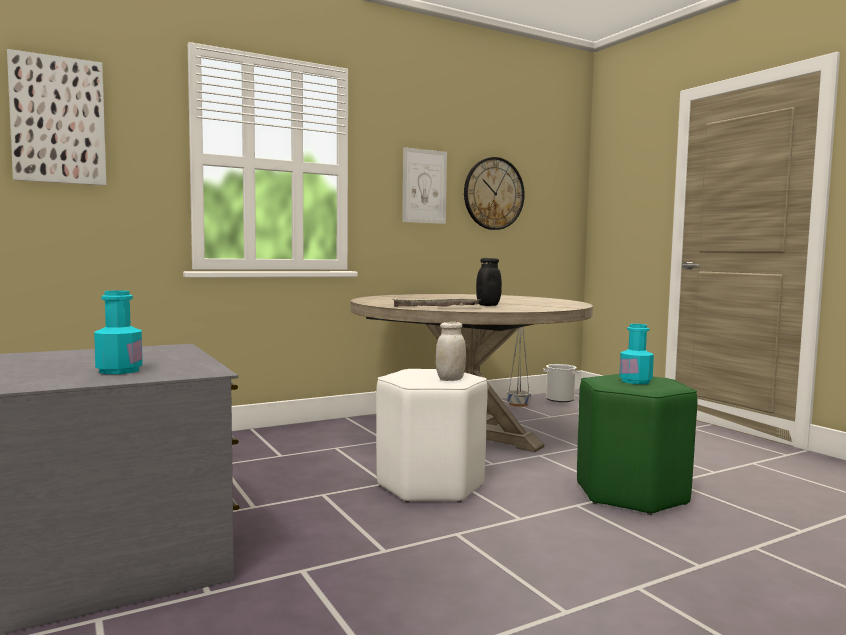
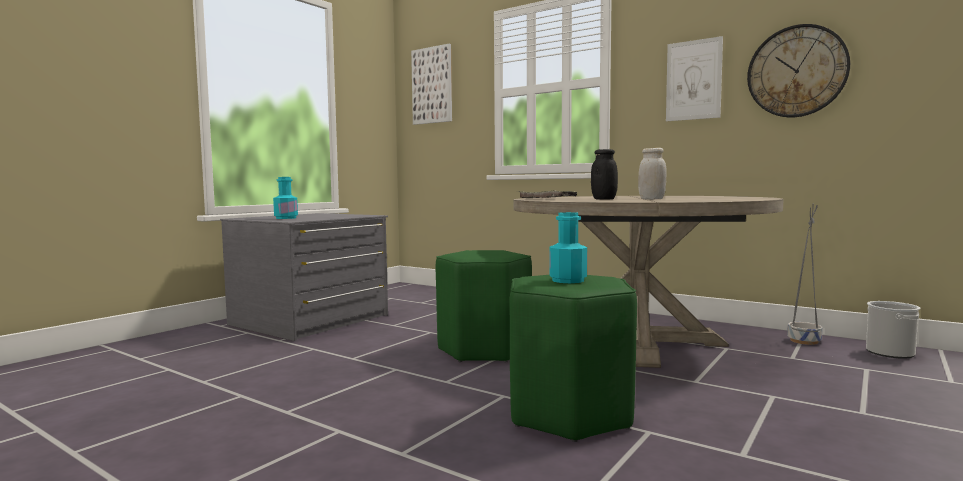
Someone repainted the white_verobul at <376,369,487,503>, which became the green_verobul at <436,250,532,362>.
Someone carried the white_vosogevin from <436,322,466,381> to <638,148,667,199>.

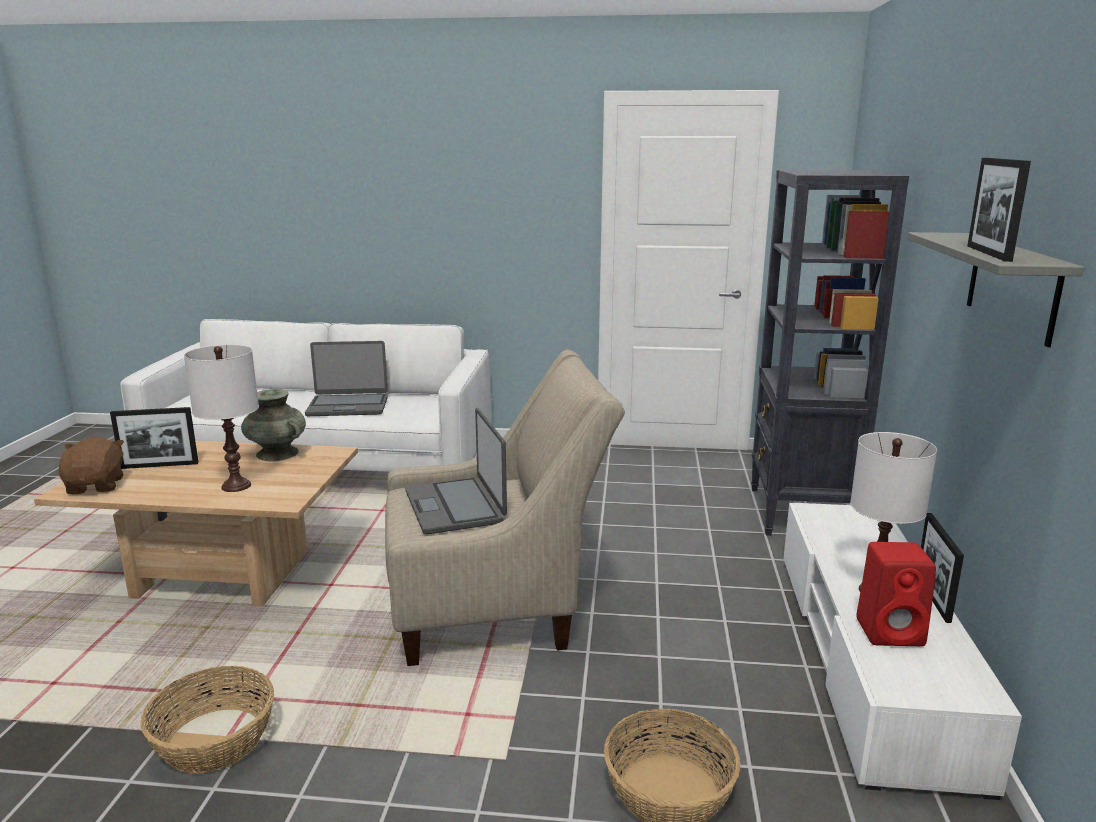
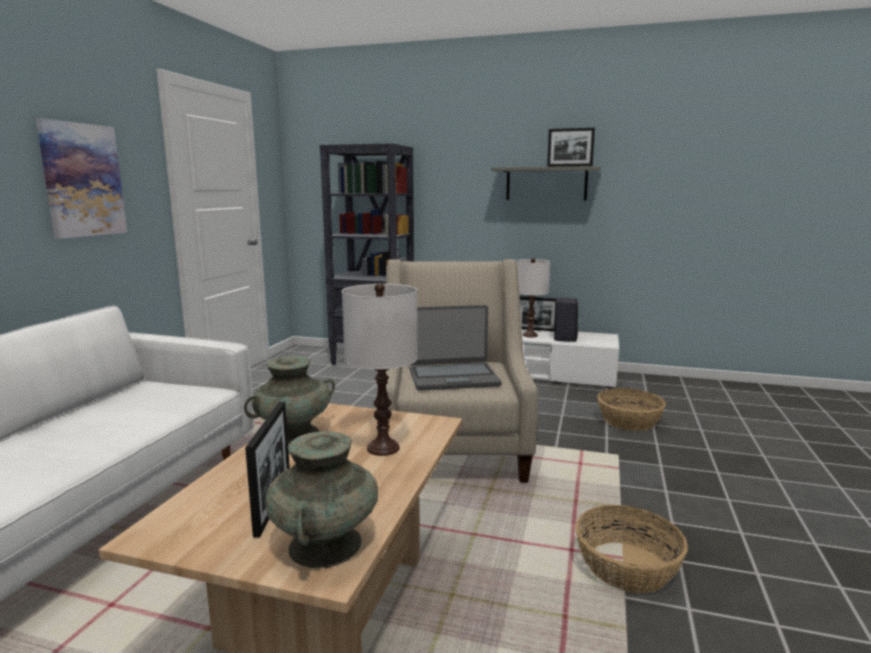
Someone put up the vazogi at <36,118,127,239>.
Someone swapped the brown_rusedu at <59,437,124,495> for the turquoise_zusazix at <265,431,378,568>.
Someone repainted the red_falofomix at <856,542,936,646>, which became the black_falofomix at <554,298,578,342>.
Someone took away the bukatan at <305,341,388,416>.

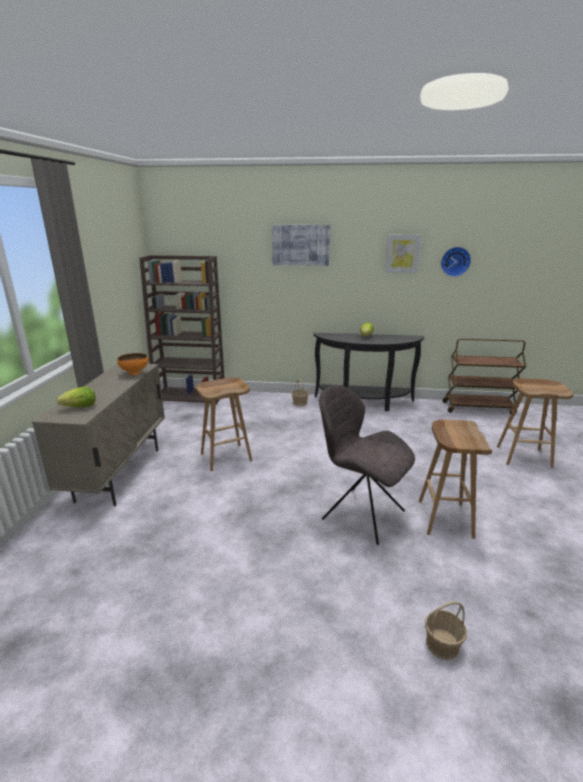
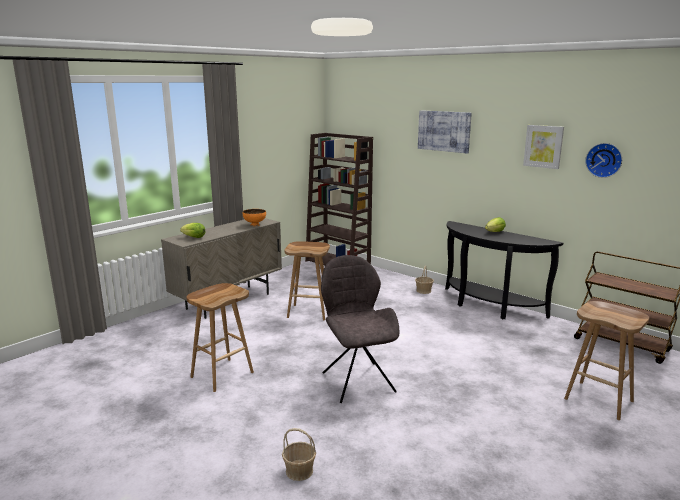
Someone carried the brown_verobul from <419,420,492,539> to <186,283,254,392>.

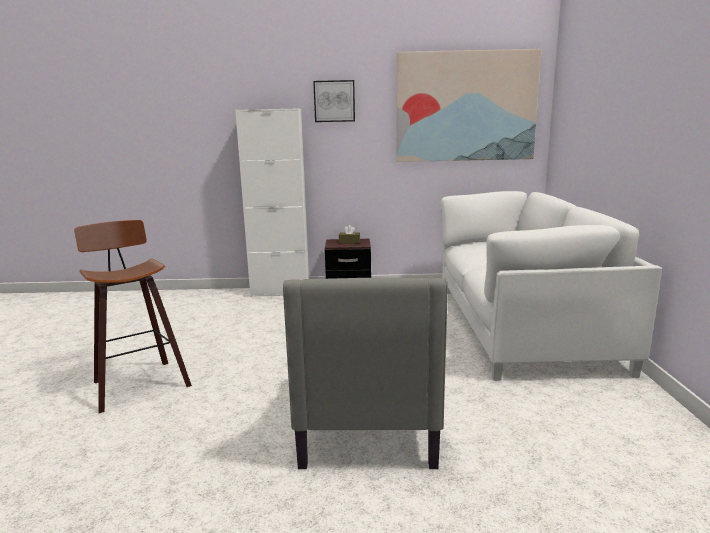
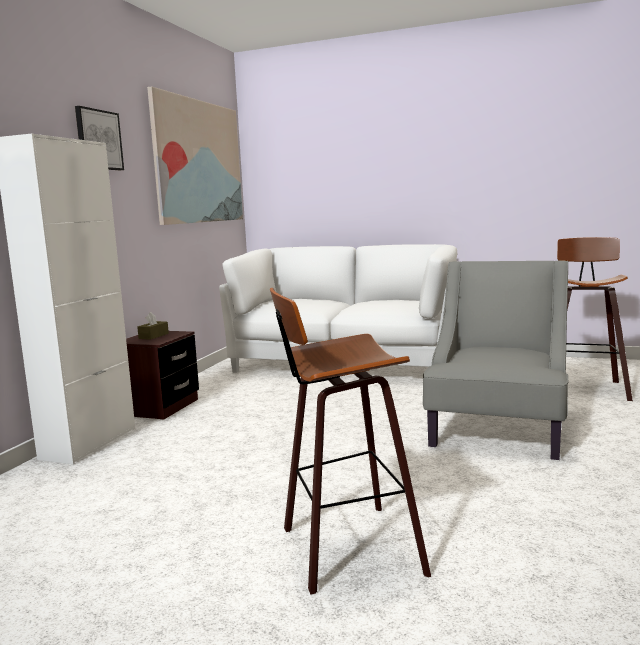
Someone rotated the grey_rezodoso at <283,278,448,469> by 90 degrees counterclockwise.
Someone put down the verobul at <557,237,633,401>.

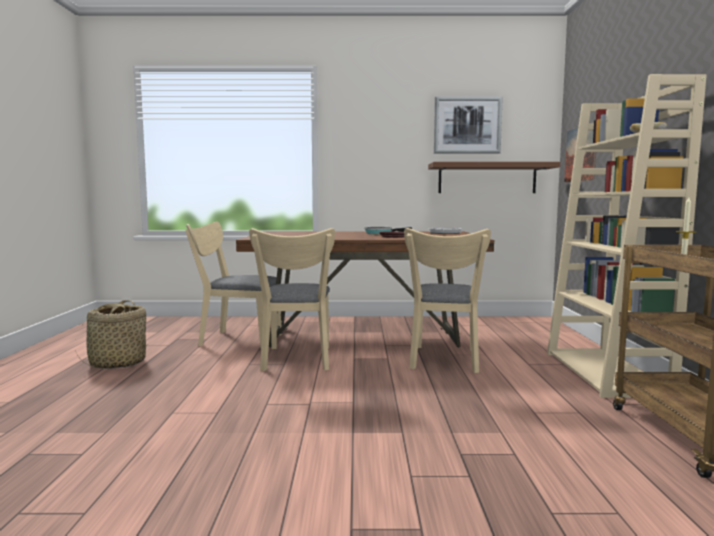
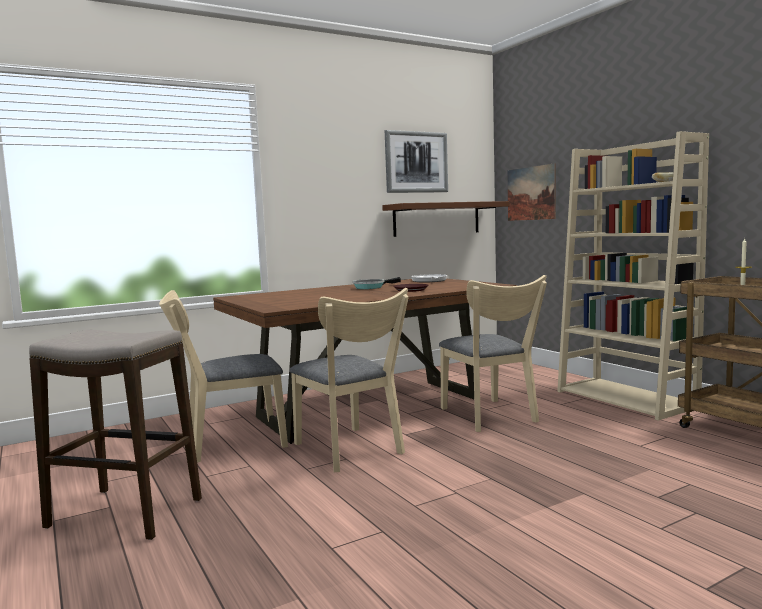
Someone swapped the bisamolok at <77,300,148,369> for the verobul at <29,330,202,540>.

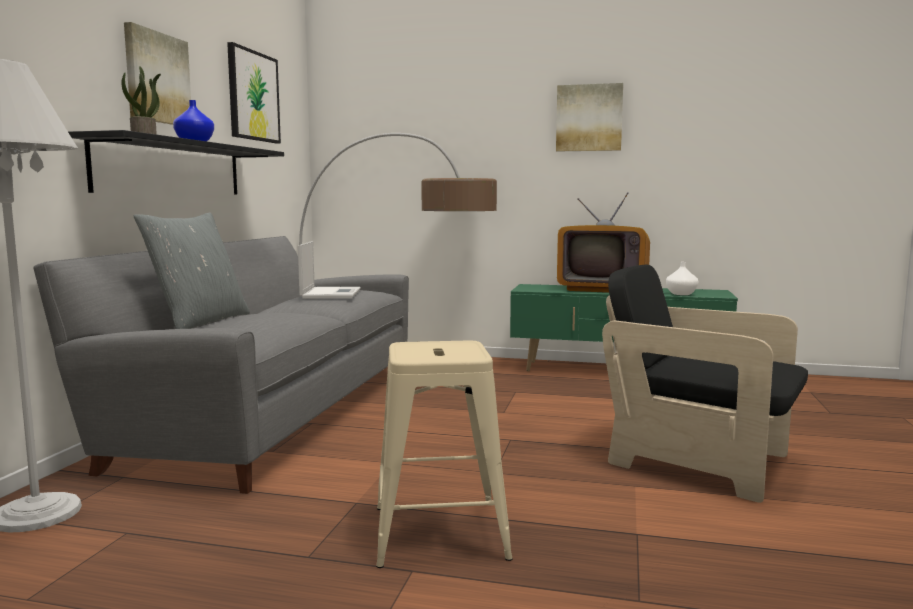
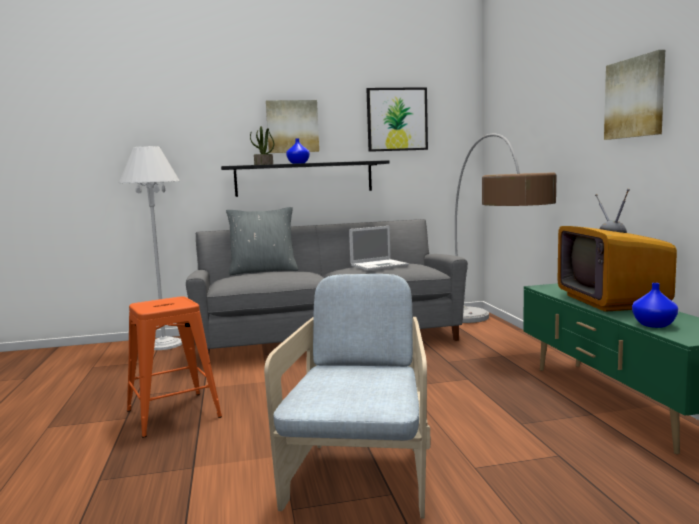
Someone repainted the beige_verobul at <376,341,513,568>, which became the orange_verobul at <127,296,222,438>.
Someone repainted the black_rezodoso at <602,265,808,503>, which became the beige_rezodoso at <264,274,431,519>.
Someone repainted the white_zusazix at <666,262,698,295>, which became the blue_zusazix at <632,283,678,328>.

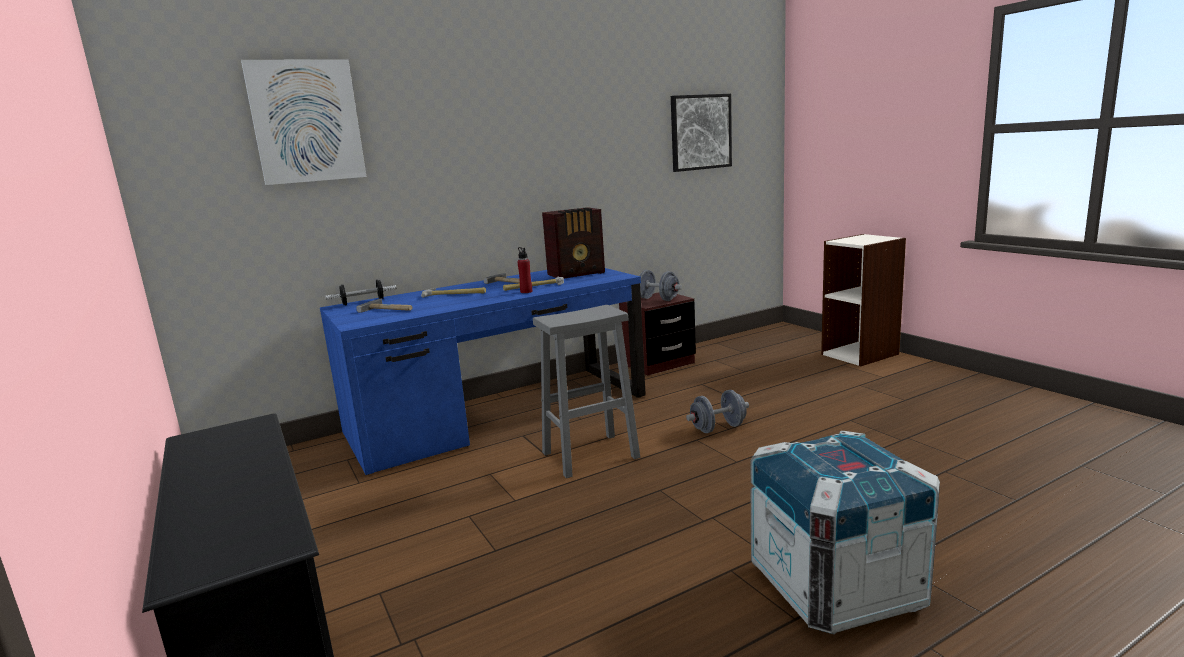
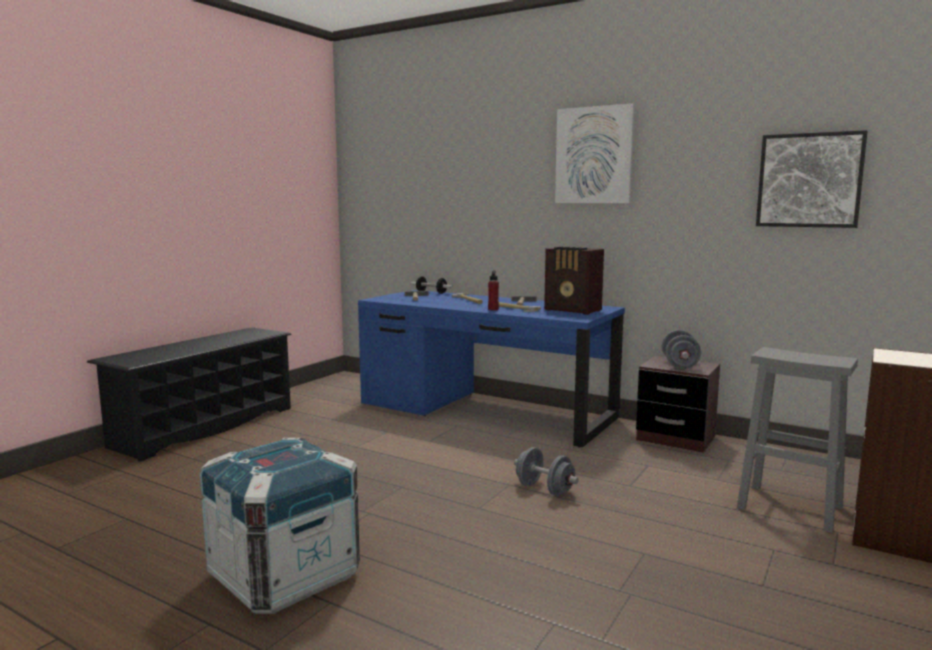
Someone carried the vazogi from <241,59,366,185> to <555,103,635,203>.
Someone carried the grey_verobul from <533,305,640,478> to <737,347,858,533>.

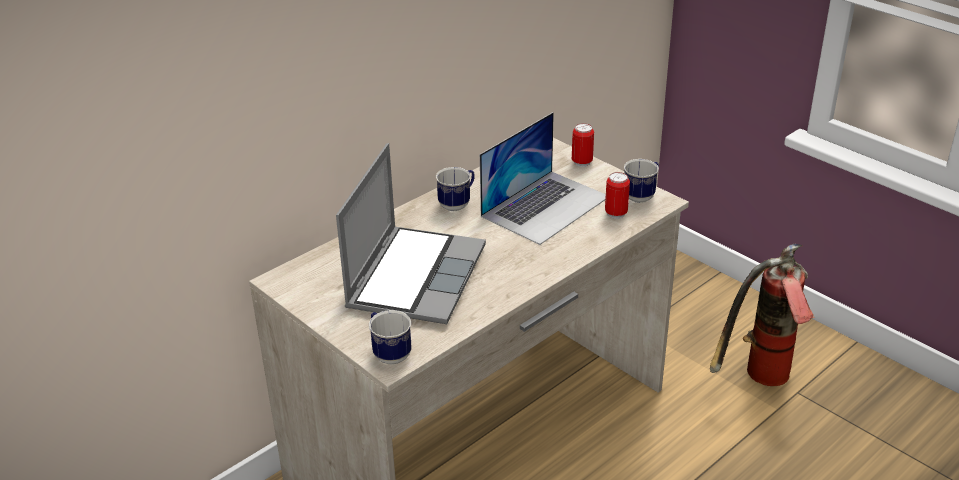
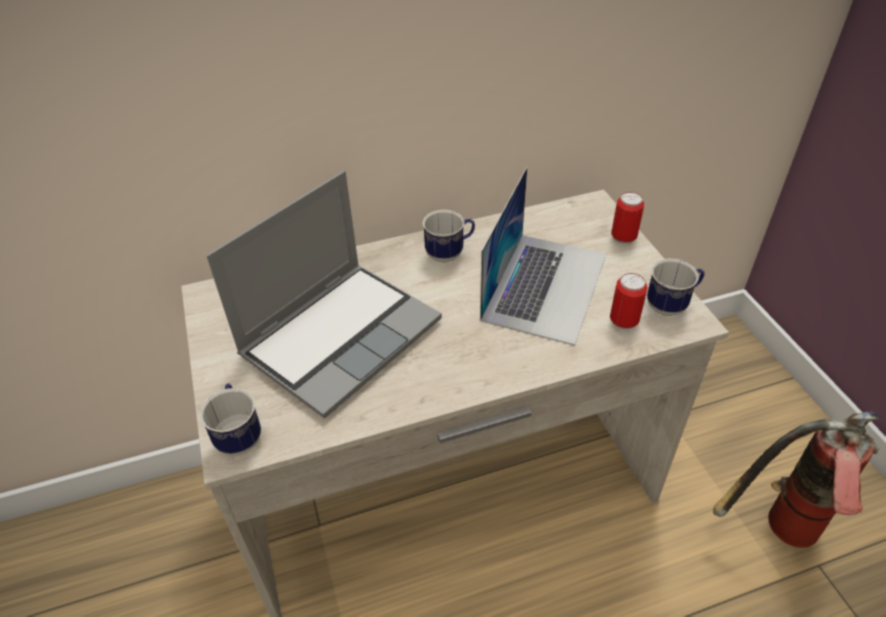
Someone rotated the bukatan at <480,112,606,245> by 45 degrees counterclockwise.

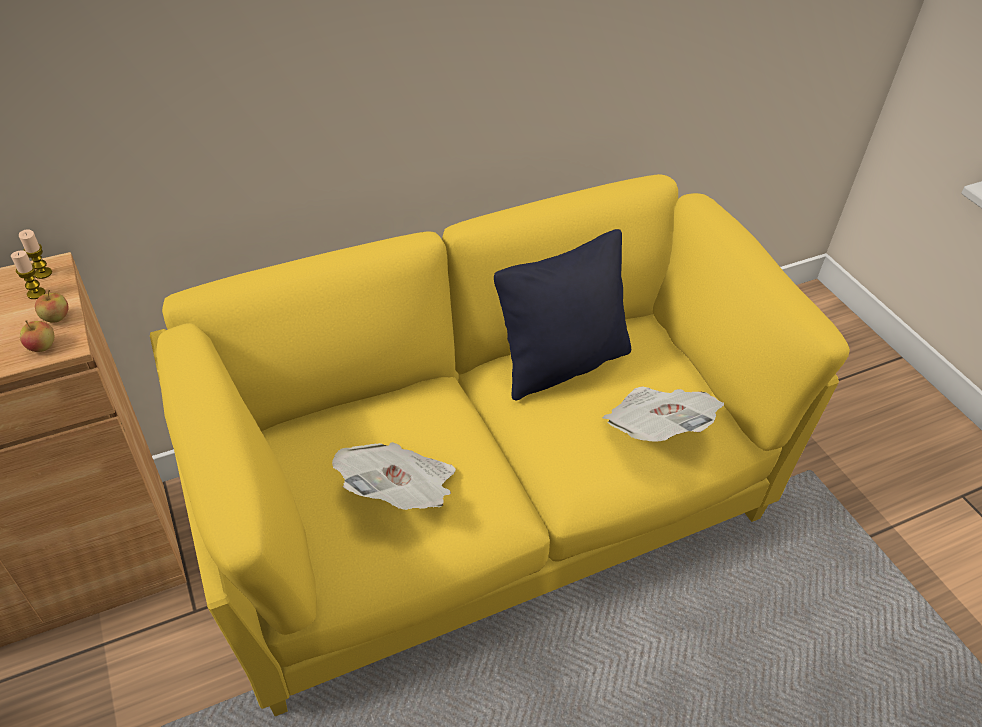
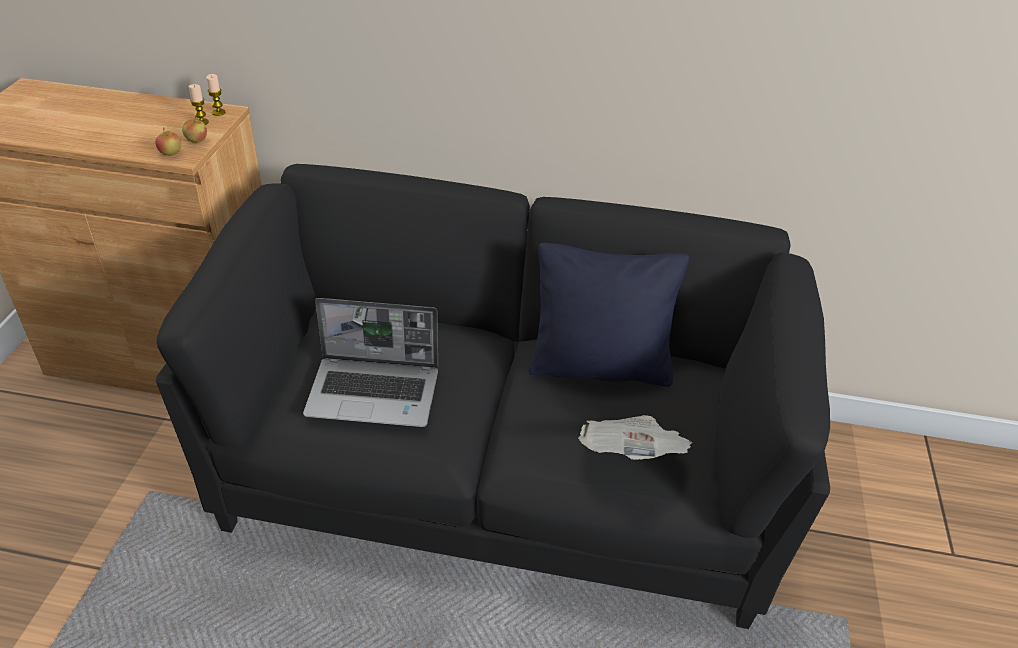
Someone repainted the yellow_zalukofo at <150,174,850,716>, which became the black_zalukofo at <156,164,830,629>.
Someone swapped the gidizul at <332,442,456,510> for the bukatan at <303,298,438,427>.

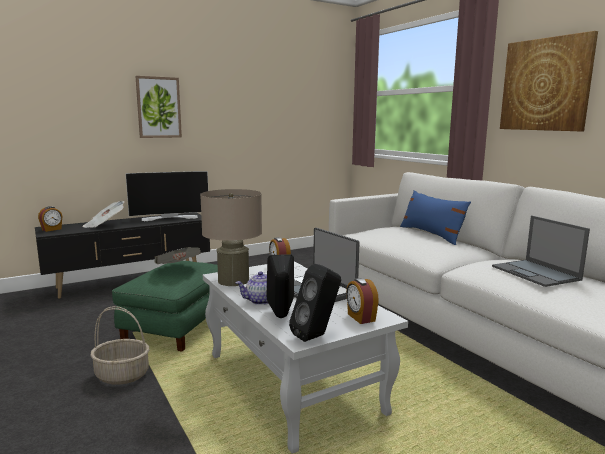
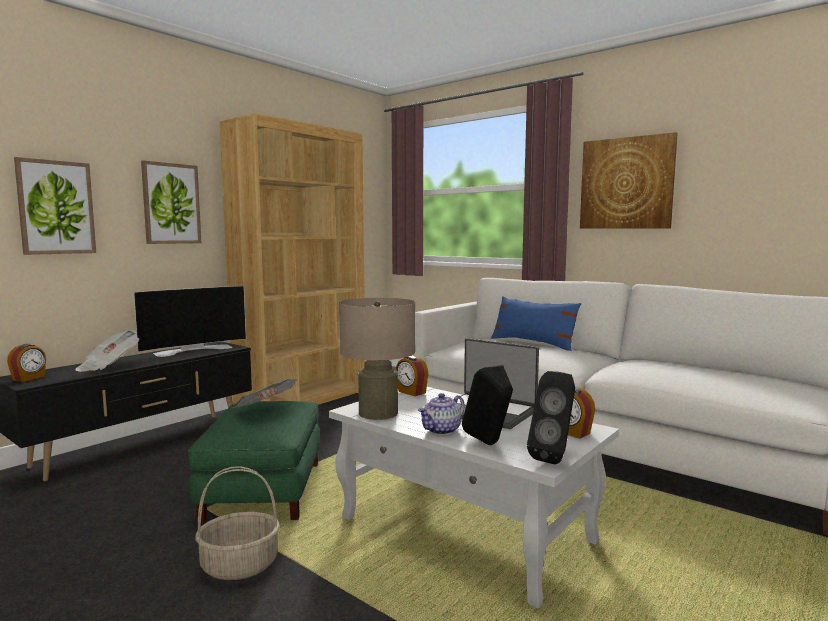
Someone put up the vazogi at <14,157,96,255>.
Someone put down the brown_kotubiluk at <220,113,365,405>.
Someone took away the bukatan at <492,216,590,287>.

